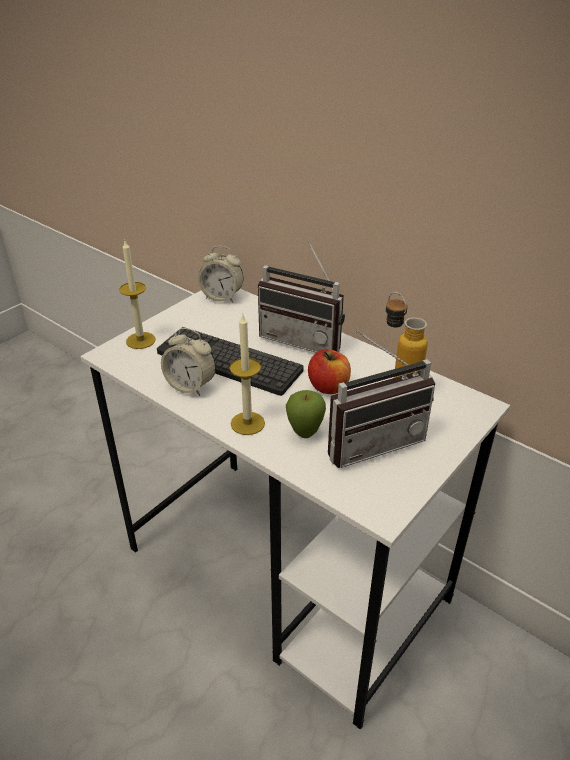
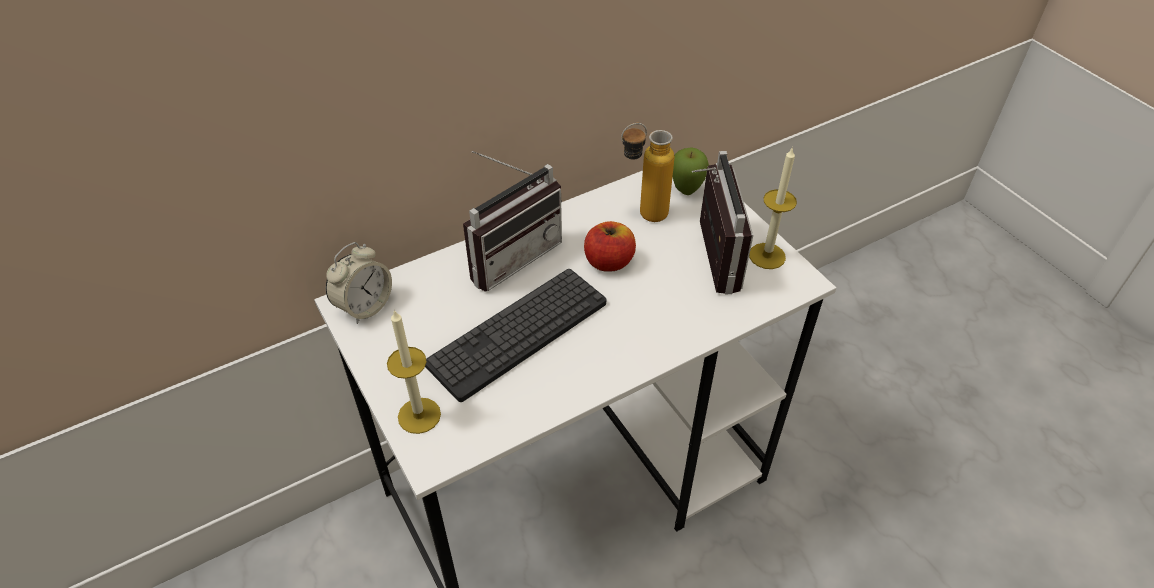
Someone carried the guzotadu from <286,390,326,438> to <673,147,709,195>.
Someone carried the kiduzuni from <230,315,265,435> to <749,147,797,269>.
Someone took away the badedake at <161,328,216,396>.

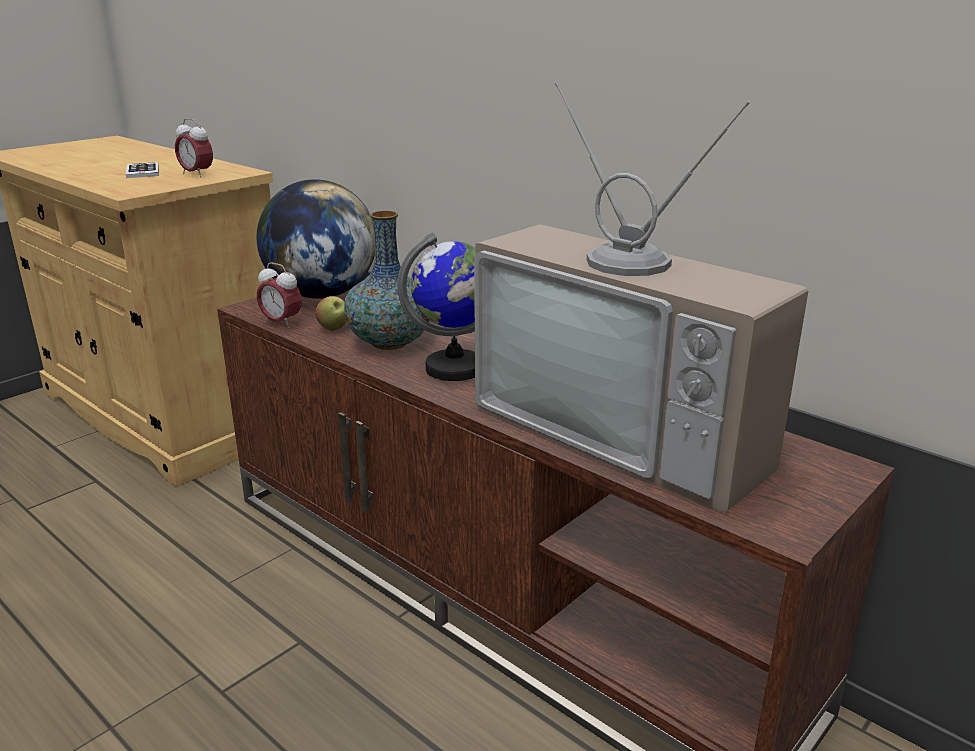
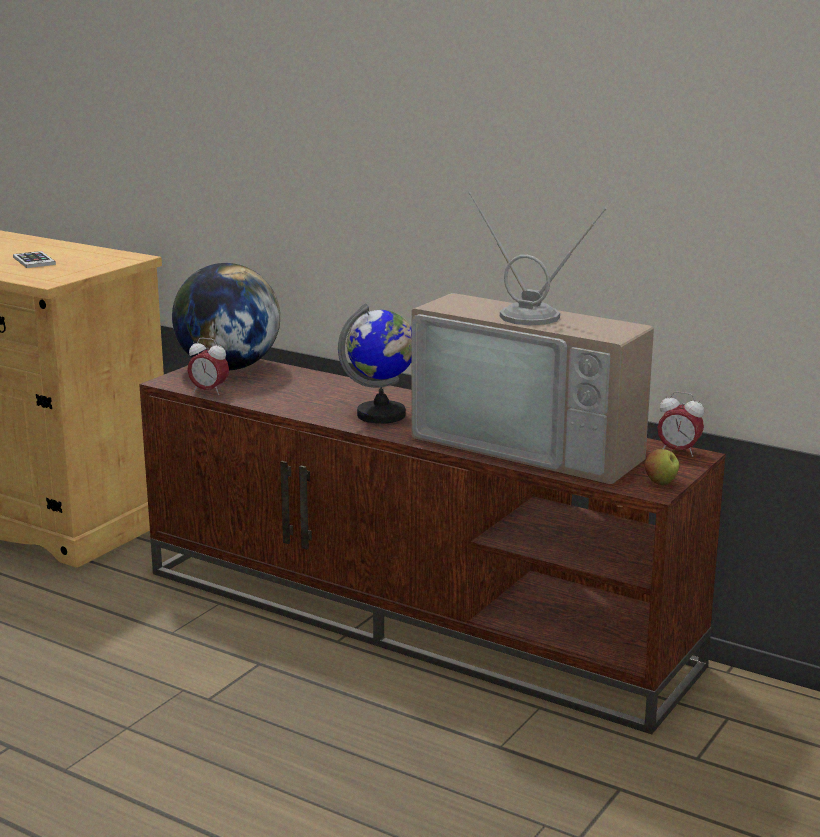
Someone carried the guzotadu from <315,296,347,331> to <644,449,679,485>.
Someone carried the badedake from <175,118,213,177> to <657,392,704,457>.
Someone took away the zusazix at <344,211,430,350>.

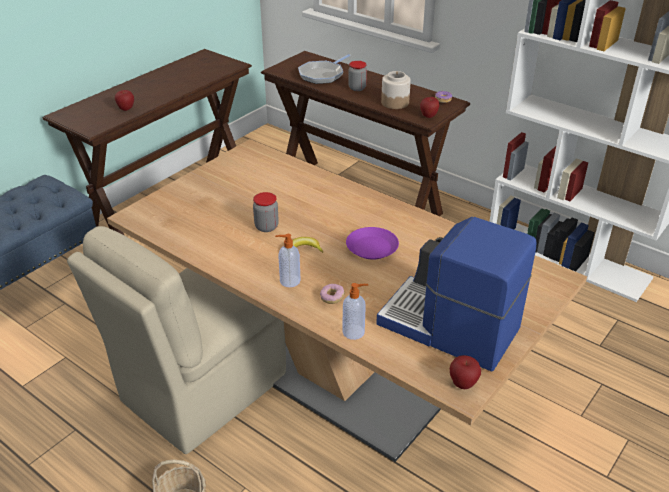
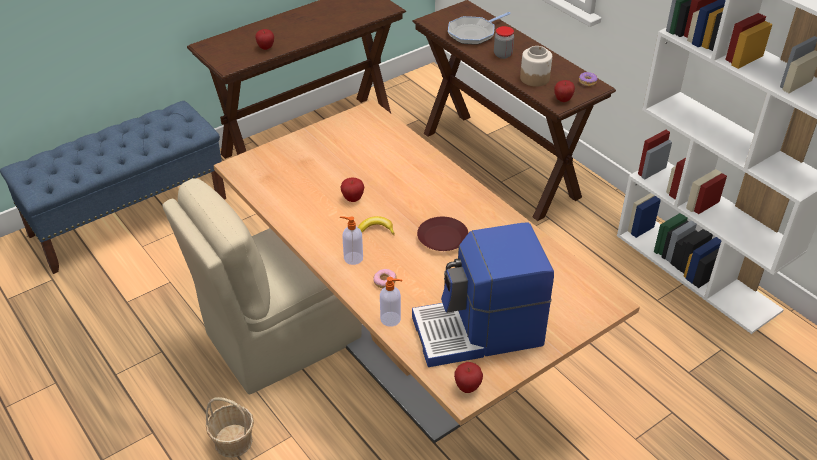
Someone swapped the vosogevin at <253,192,279,232> for the guzotadu at <340,178,364,202>.
Someone rotated the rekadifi at <376,217,536,372> by 60 degrees counterclockwise.
Someone repainted the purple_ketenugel at <346,227,399,260>, which became the brown_ketenugel at <417,217,469,251>.

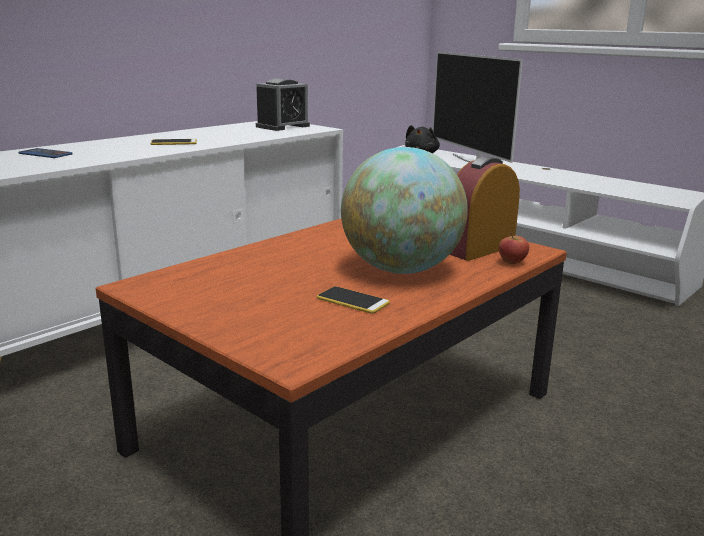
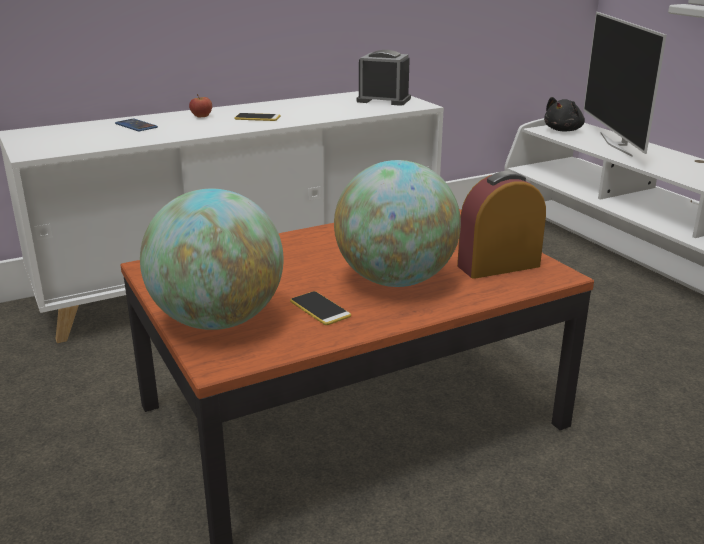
Someone put down the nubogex at <140,188,284,330>.
Someone carried the guzotadu from <499,233,529,264> to <189,94,212,118>.
Someone rotated the badedake at <256,79,310,131> by 135 degrees counterclockwise.

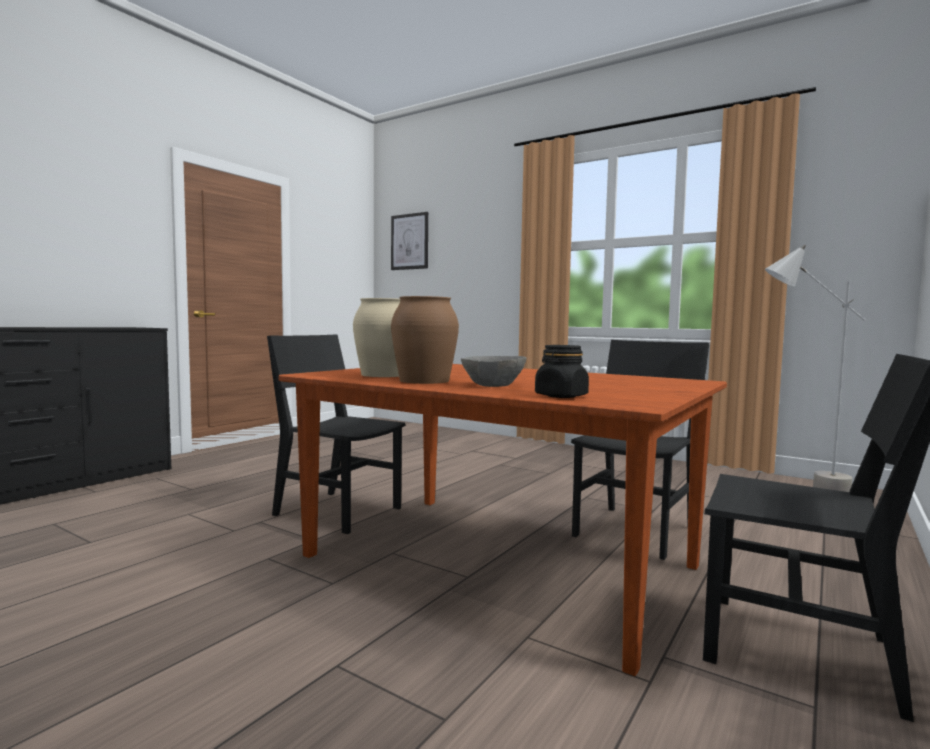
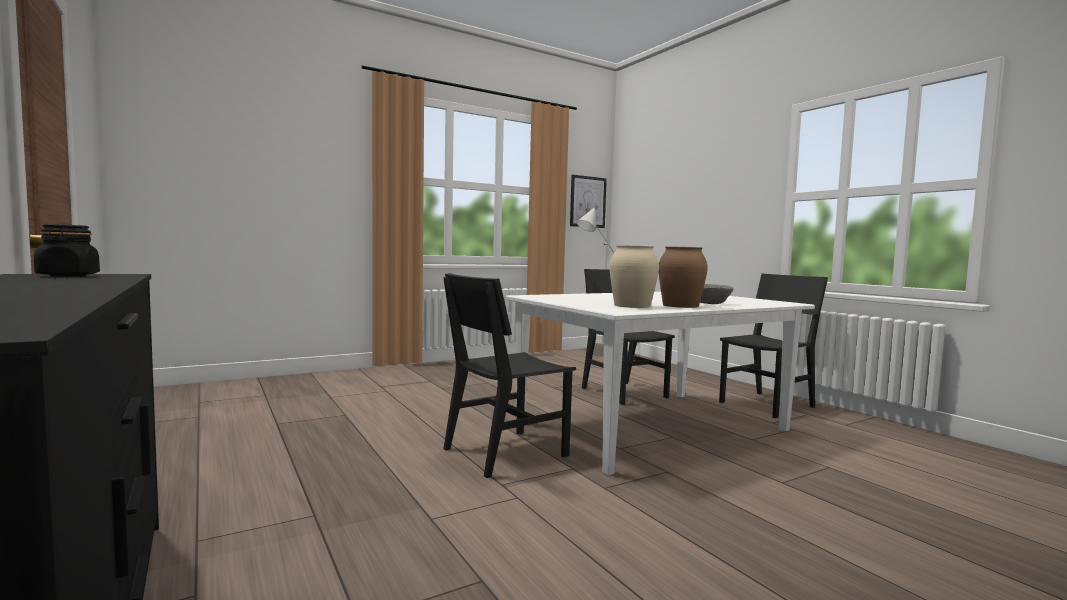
Someone carried the black_vosogevin from <535,345,589,398> to <34,224,100,277>.
Someone repainted the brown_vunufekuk at <279,364,727,676>, which became the white_vunufekuk at <505,292,815,475>.
Someone carried the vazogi from <391,212,428,270> to <570,175,607,228>.

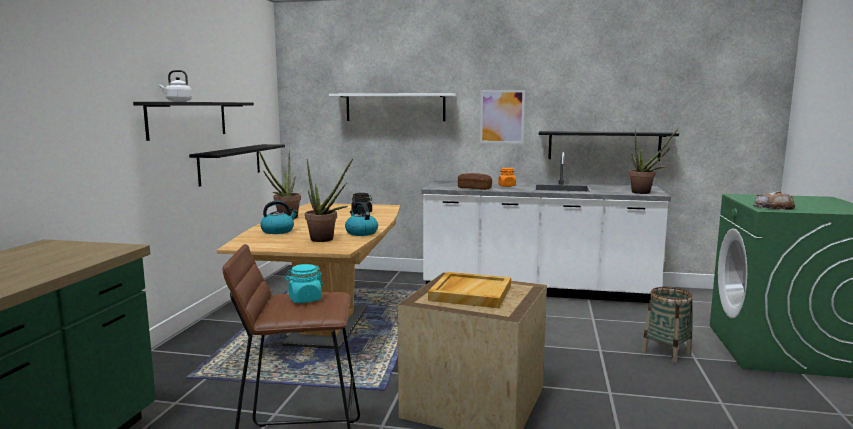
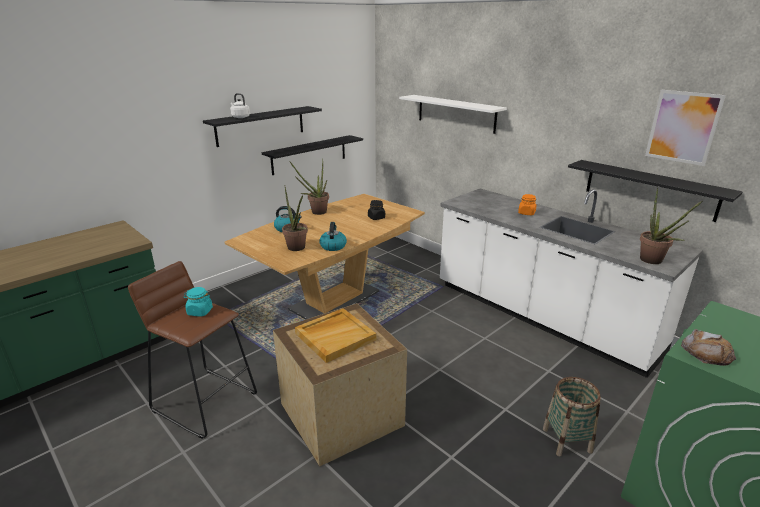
Someone carried the vazogi from <480,90,525,144> to <645,90,726,166>.
Someone took away the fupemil at <458,173,492,190>.

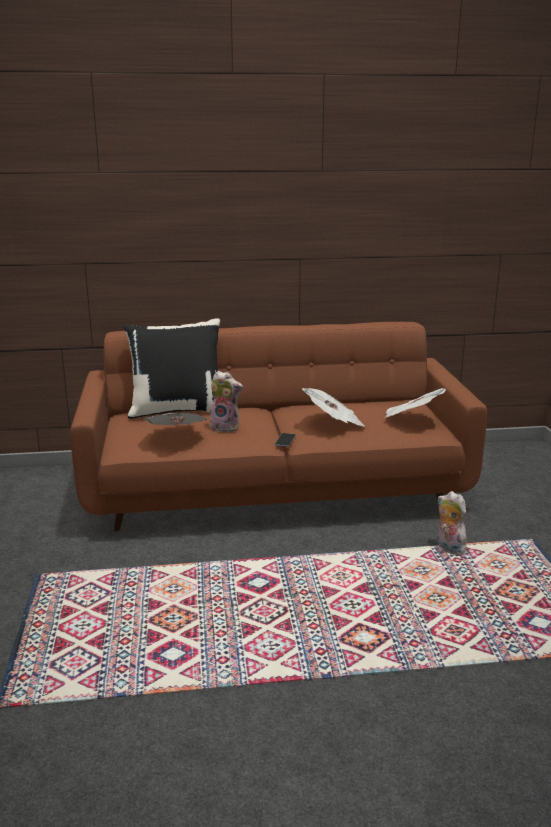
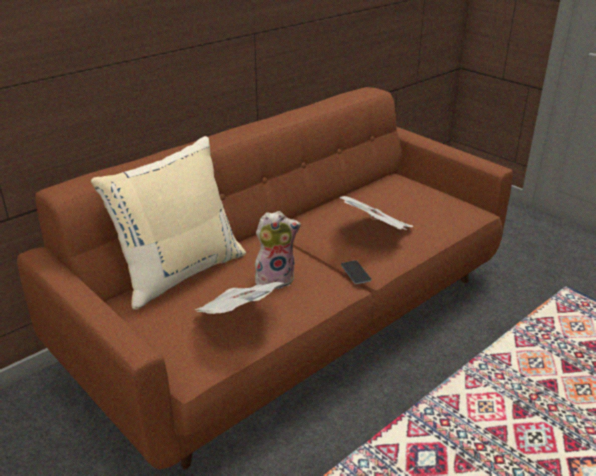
Someone repainted the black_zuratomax at <123,318,220,419>, which became the beige_zuratomax at <91,136,246,310>.
Someone took away the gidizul at <385,388,446,418>.
Someone took away the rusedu at <437,491,467,555>.

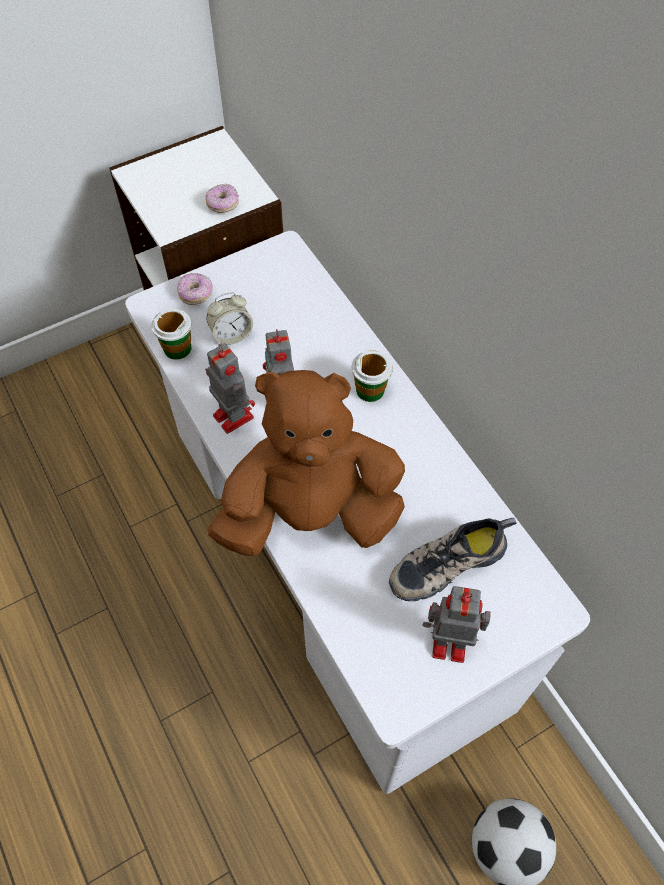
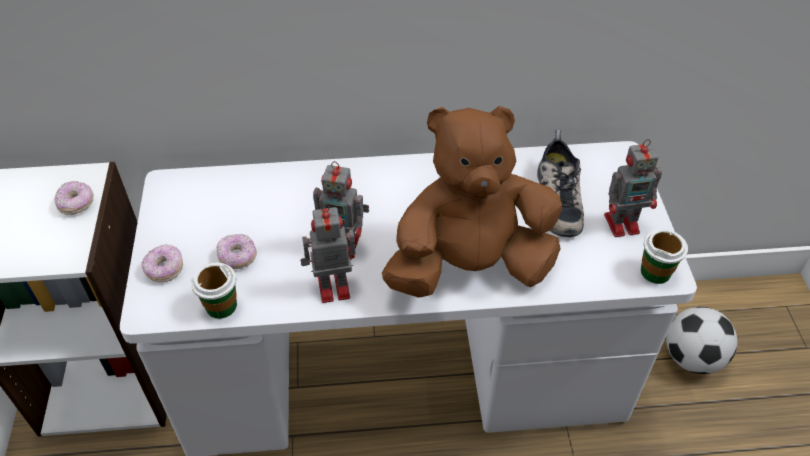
Someone swapped the badedake at <206,292,253,345> for the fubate at <216,234,257,269>.
Someone rotated the brown_rusedu at <208,370,405,556> by 60 degrees clockwise.
Someone rotated the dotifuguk at <423,586,491,663> by 135 degrees counterclockwise.
Someone carried the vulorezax from <352,350,393,402> to <641,229,688,284>.

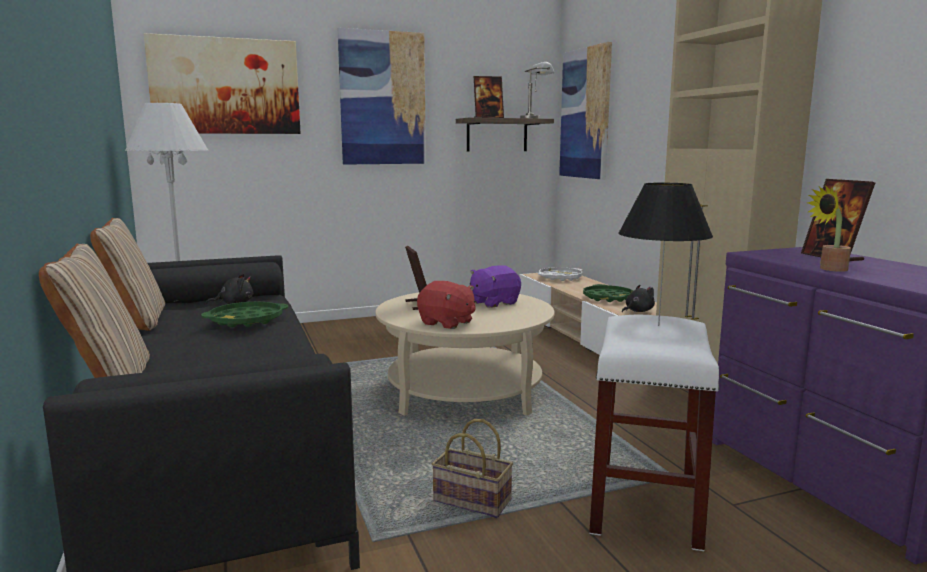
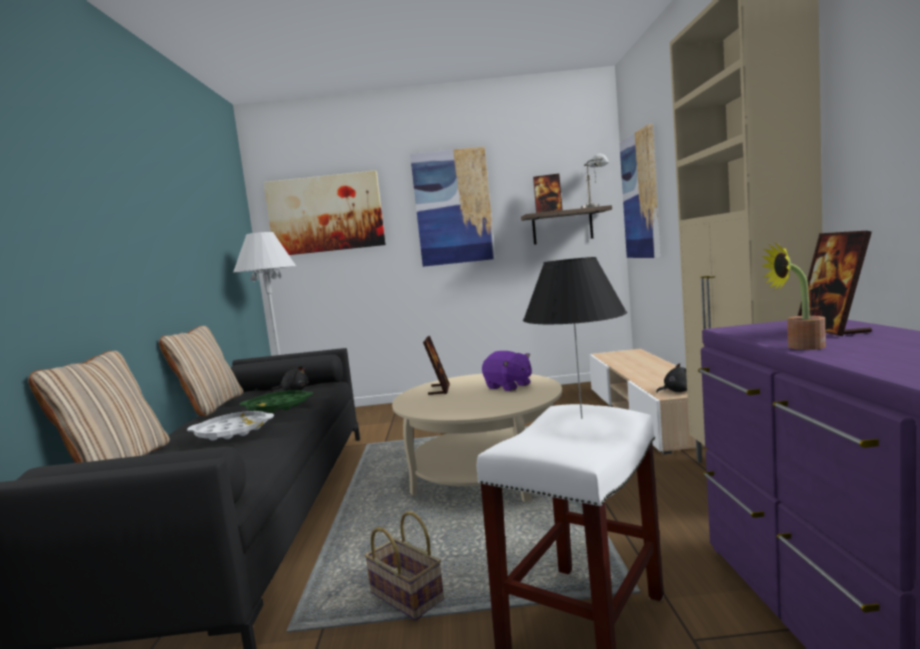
Someone carried the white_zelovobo from <538,267,583,281> to <187,411,274,440>.
Someone rotated the purple_rusedu at <470,265,521,308> by 120 degrees counterclockwise.
Someone took away the red_rusedu at <417,281,476,329>.
Someone took away the green_zelovobo at <583,284,633,302>.

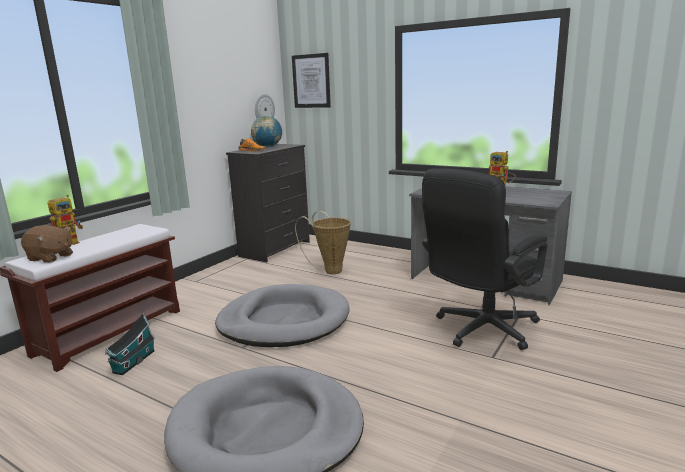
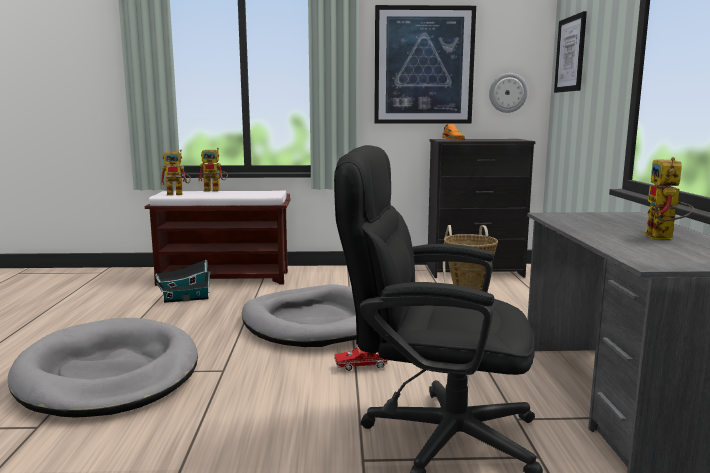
Someone swapped the brown_rusedu at <21,225,73,263> for the dotifuguk at <160,149,191,195>.
Someone put down the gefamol at <334,346,389,371>.
Someone put up the vazogi at <374,5,476,124>.
Someone took away the nubogex at <251,116,282,147>.

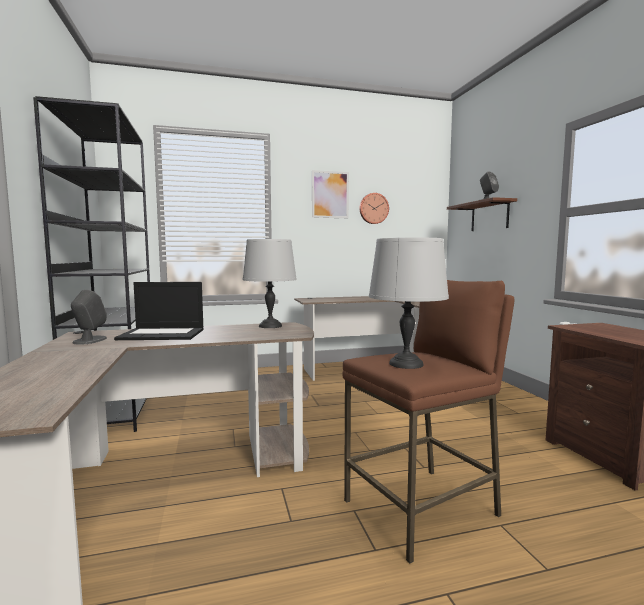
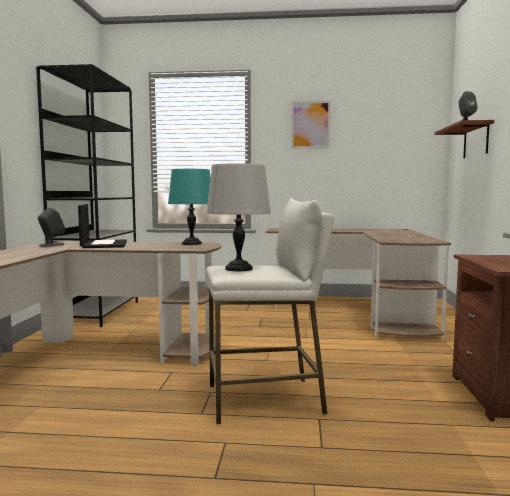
Someone rotated the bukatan at <114,282,203,340> by 120 degrees counterclockwise.
Someone repainted the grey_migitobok at <243,239,297,328>, which became the turquoise_migitobok at <168,169,211,245>.
Someone repainted the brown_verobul at <342,280,515,564>, which became the white_verobul at <206,198,334,424>.
Someone took away the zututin at <359,193,389,224>.

